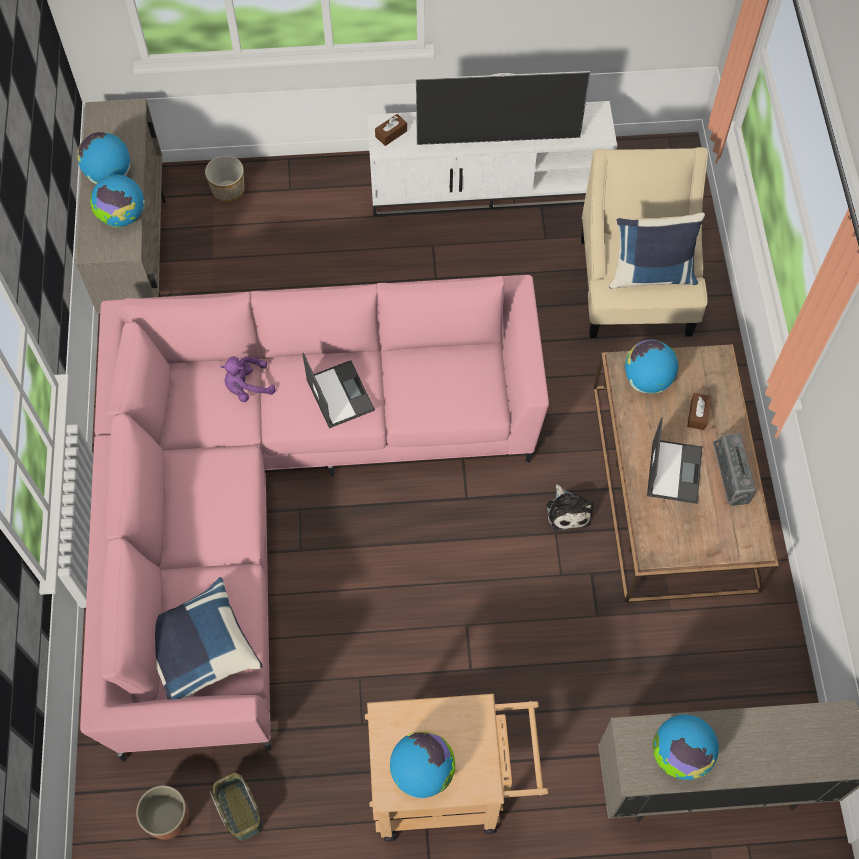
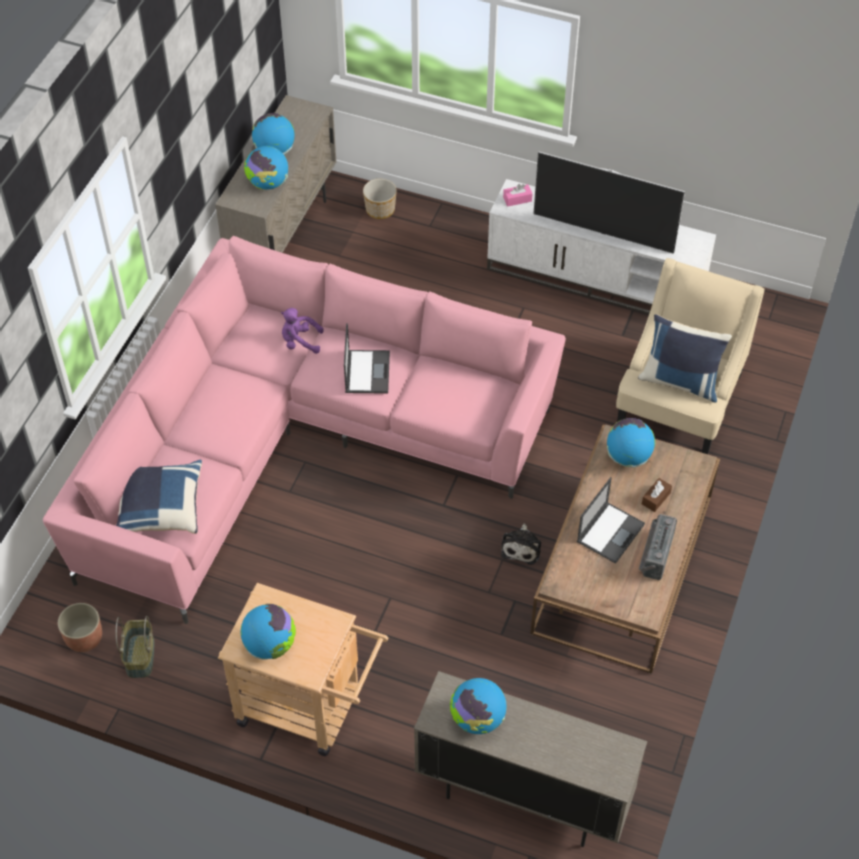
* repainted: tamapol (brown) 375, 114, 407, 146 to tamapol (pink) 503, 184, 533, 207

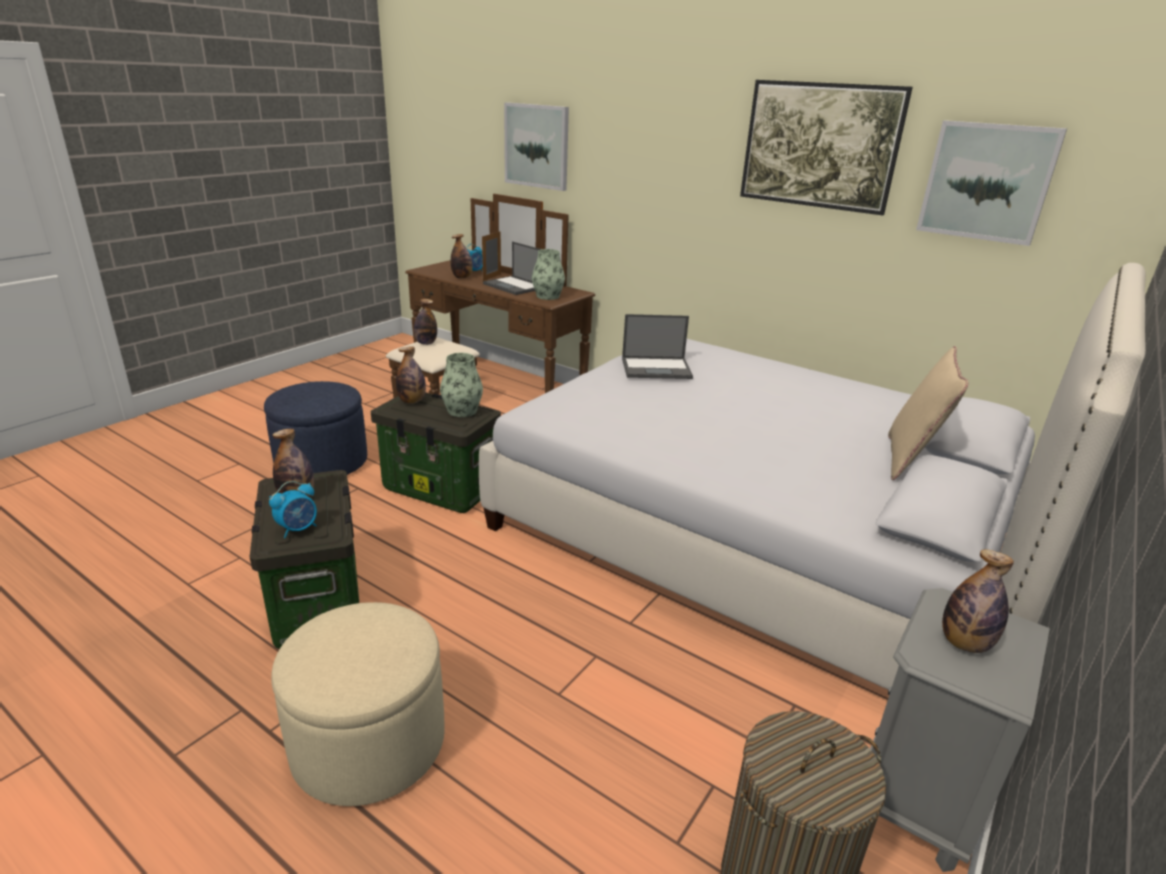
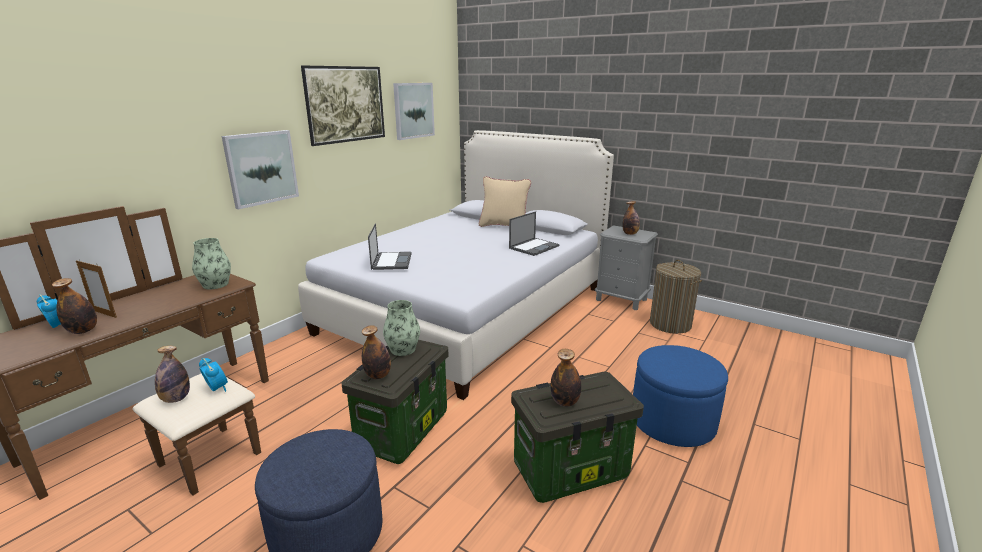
* shifted: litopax 269, 481, 317, 538 to 199, 358, 228, 392
* shifted: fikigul 483, 241, 541, 295 to 509, 211, 559, 256
* shifted: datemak 504, 102, 569, 191 to 222, 130, 299, 209
* repainted: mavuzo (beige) 271, 602, 445, 806 to mavuzo (blue) 633, 345, 728, 447

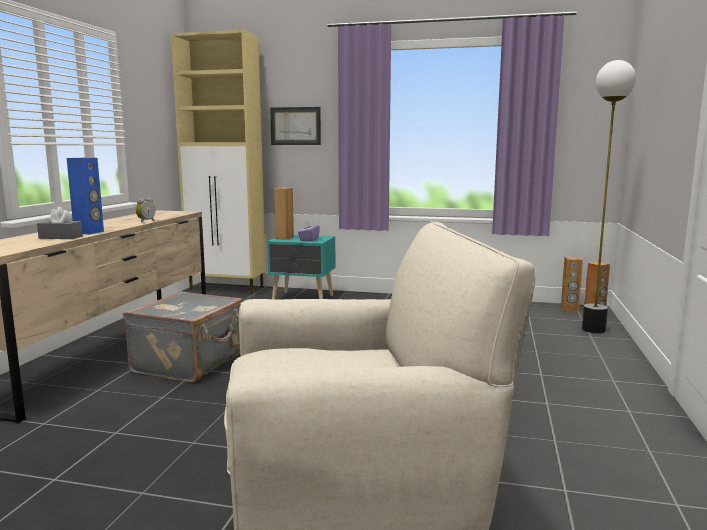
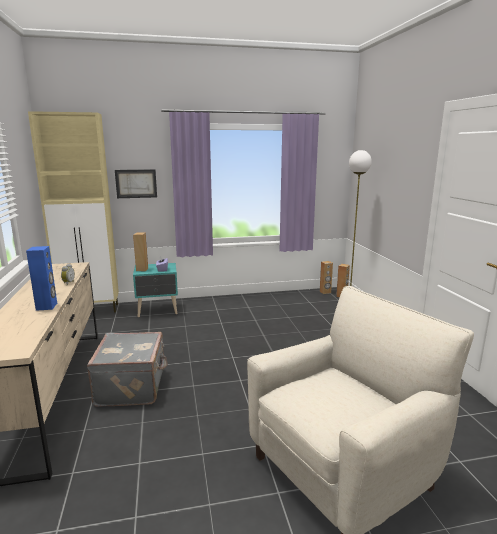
* gone: tamapol (grey) 37, 207, 83, 239

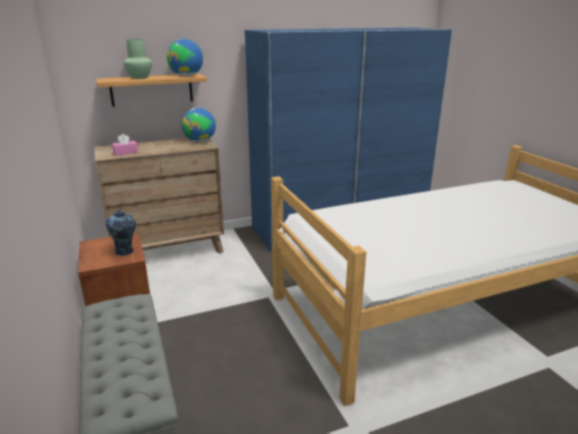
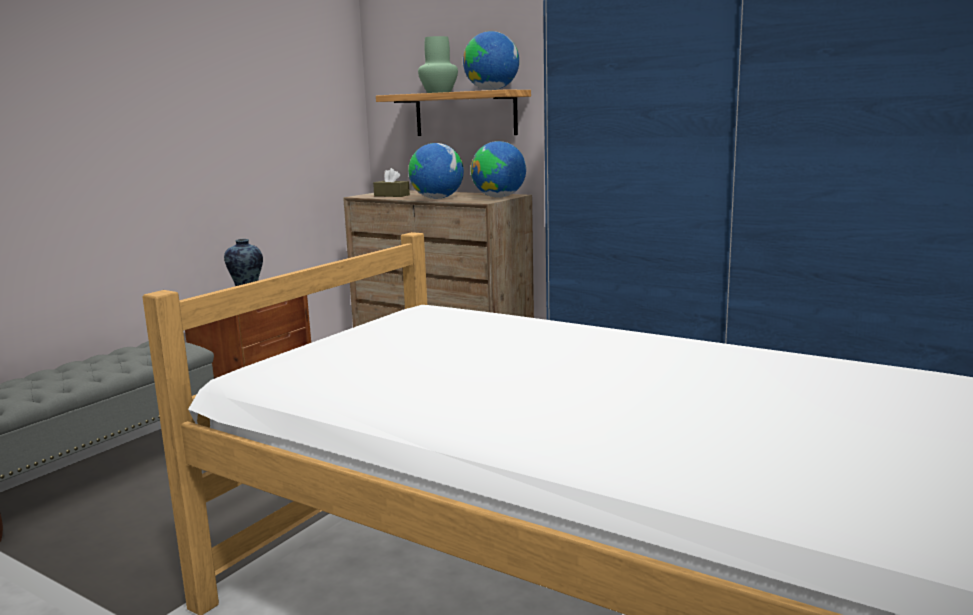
* new: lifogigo 408, 143, 464, 199
* repainted: tamapol (pink) 112, 134, 138, 155 to tamapol (brown) 373, 168, 410, 197

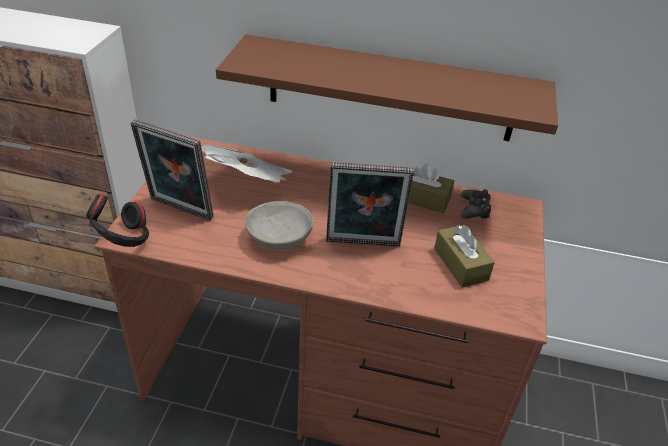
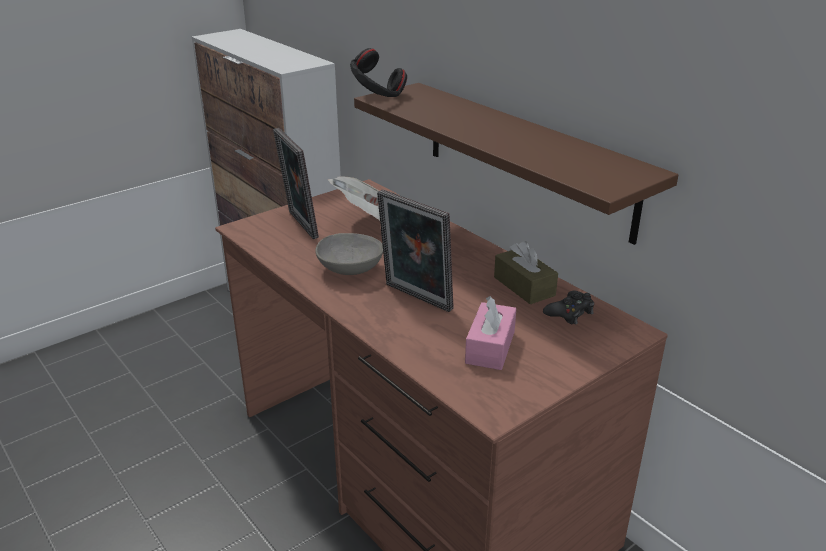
* shifted: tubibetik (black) 86, 194, 149, 247 to 350, 48, 407, 97
* repainted: tamapol (brown) 434, 225, 495, 287 to tamapol (pink) 465, 296, 516, 370

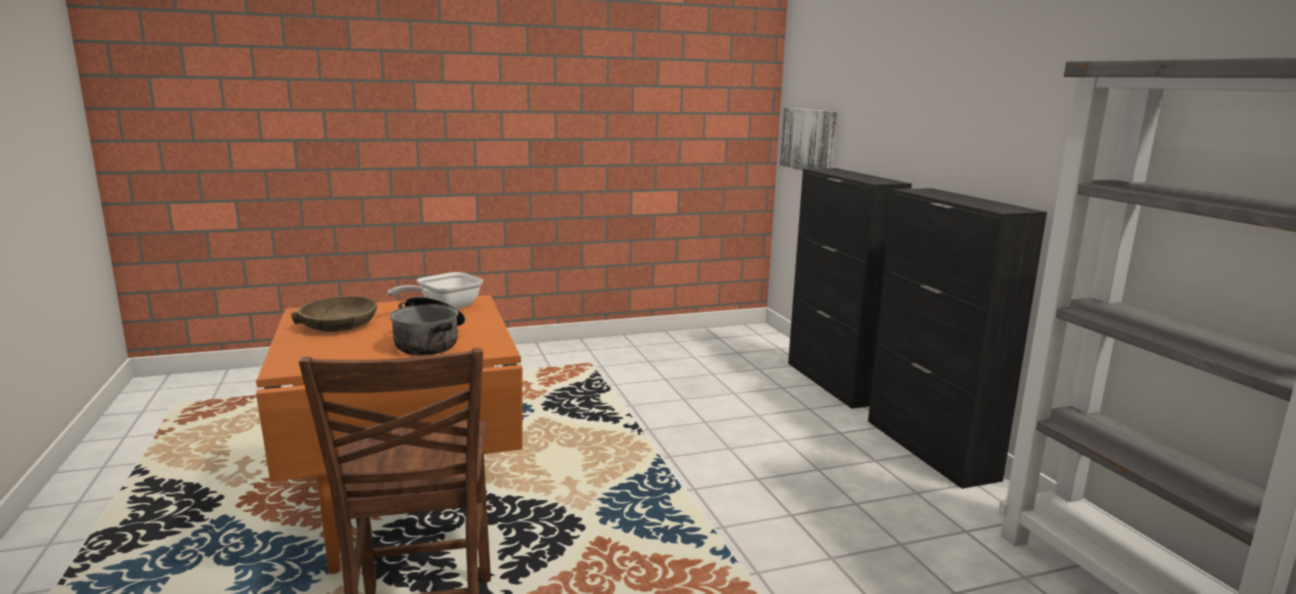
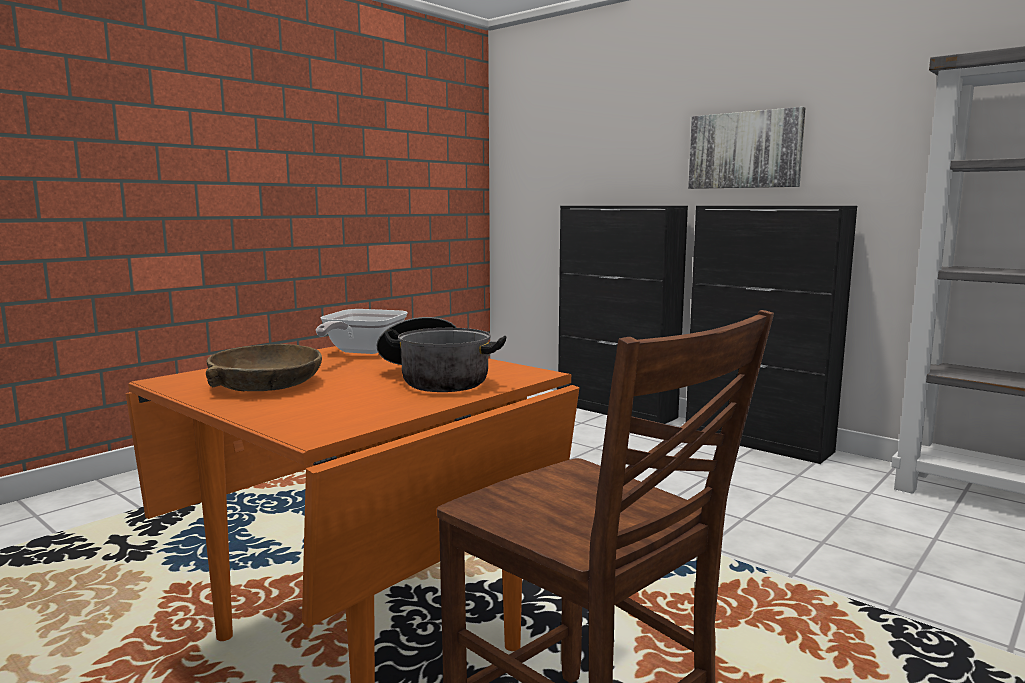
* shifted: datemak 780, 108, 837, 170 to 688, 107, 805, 189

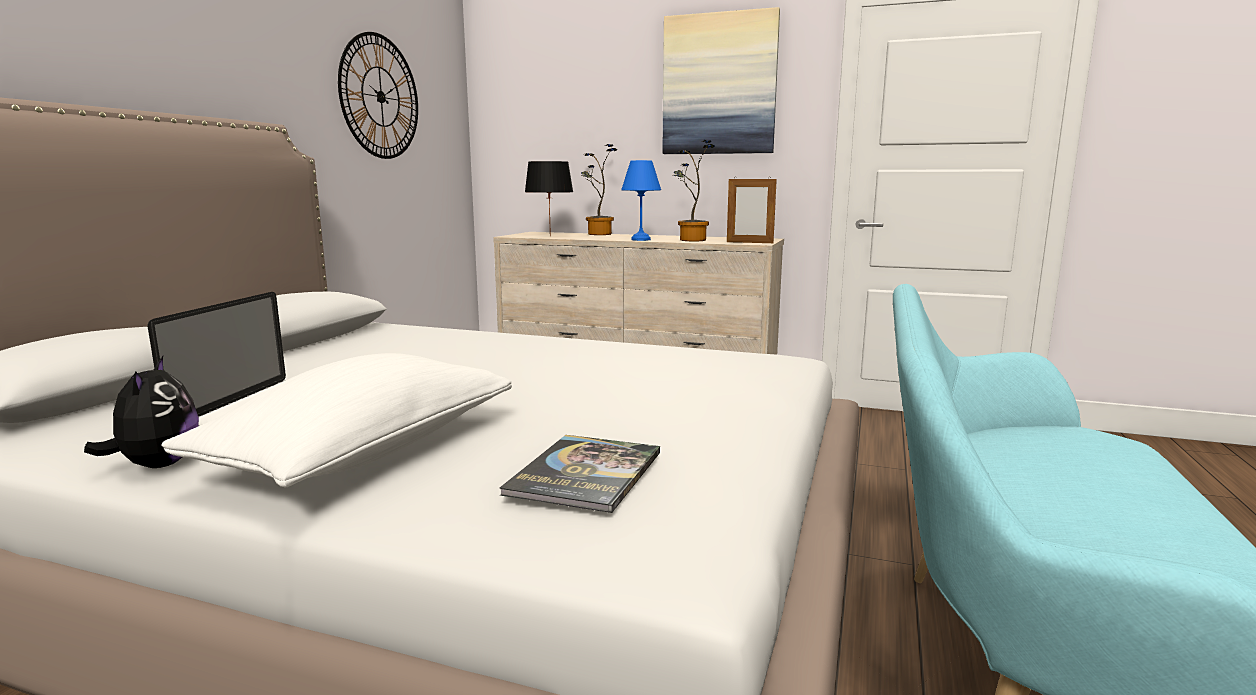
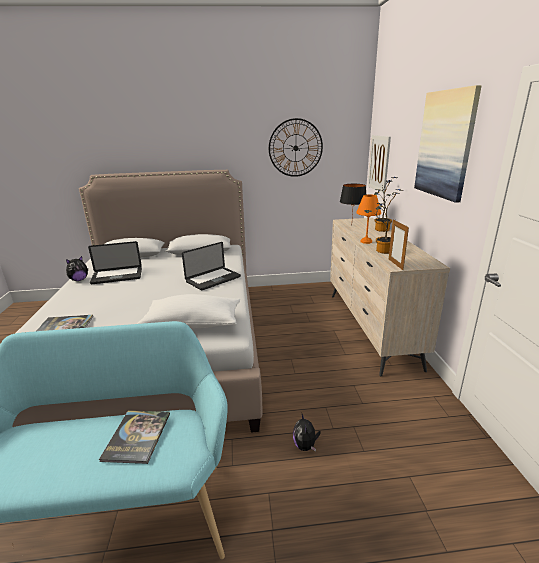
* new: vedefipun 99, 410, 170, 464
* new: fikigul 182, 242, 241, 290
* new: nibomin 293, 412, 321, 451
* new: datemak 368, 135, 391, 193
* shifted: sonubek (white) 161, 353, 512, 487 to 137, 294, 240, 329
* repainted: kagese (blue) 621, 160, 661, 241 to kagese (orange) 356, 194, 381, 244

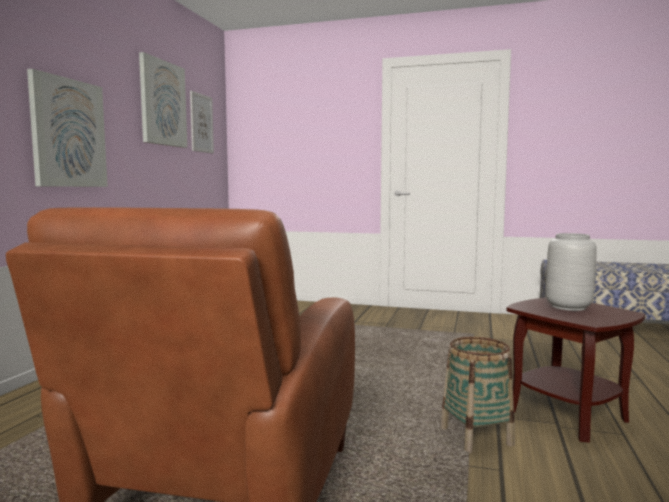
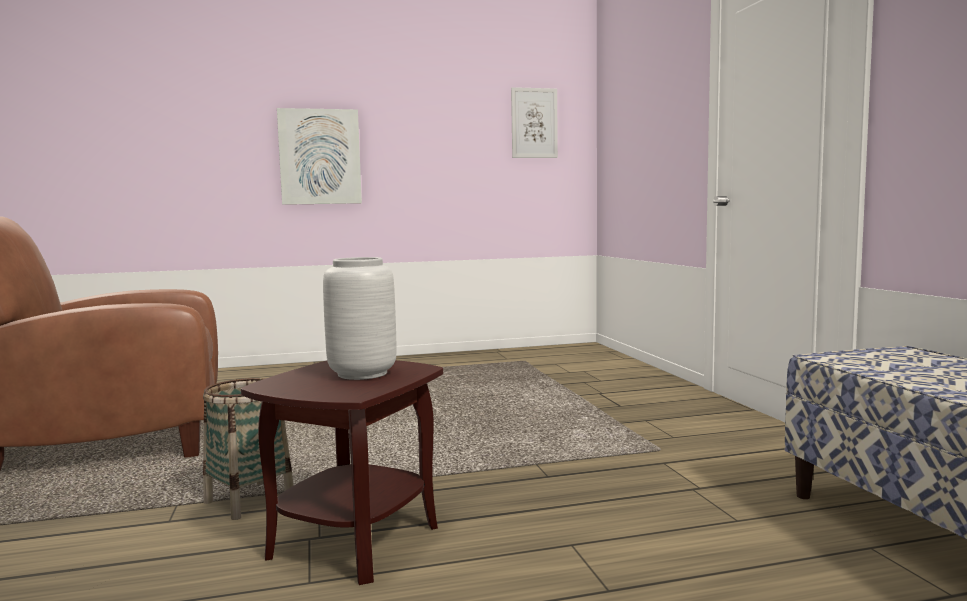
* gone: datemak 139, 52, 187, 148

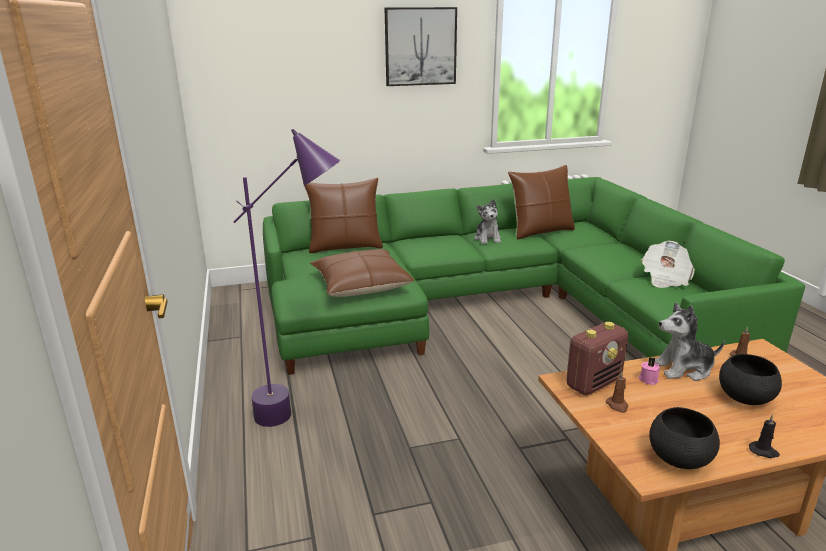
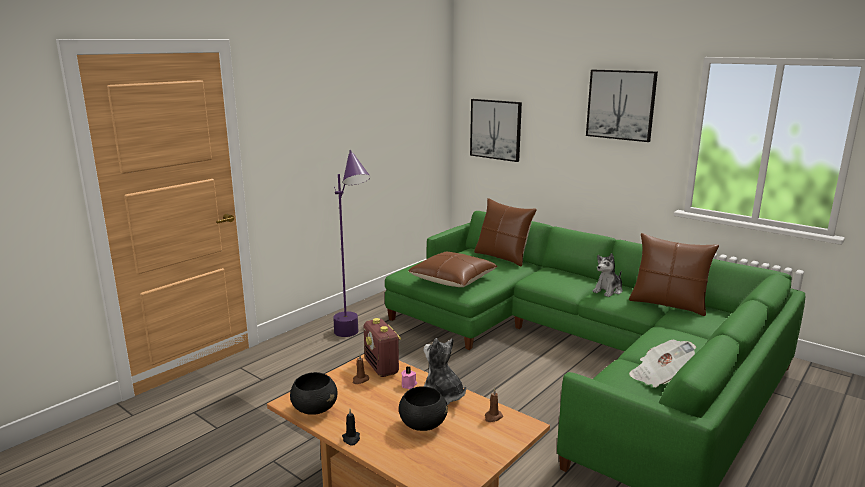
* new: datemak 470, 99, 522, 162
* rotated: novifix 566, 322, 628, 395 = 364, 318, 401, 377 45 degrees clockwise

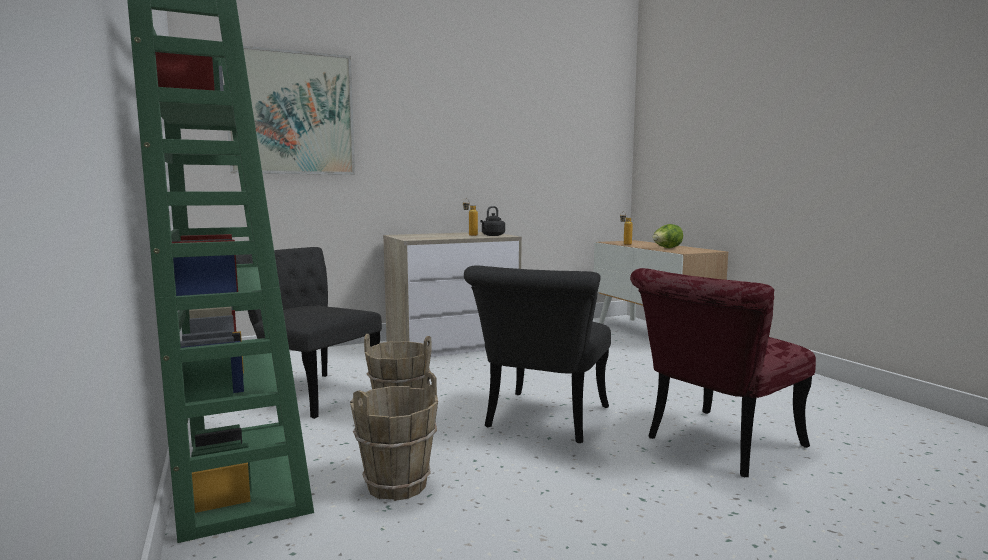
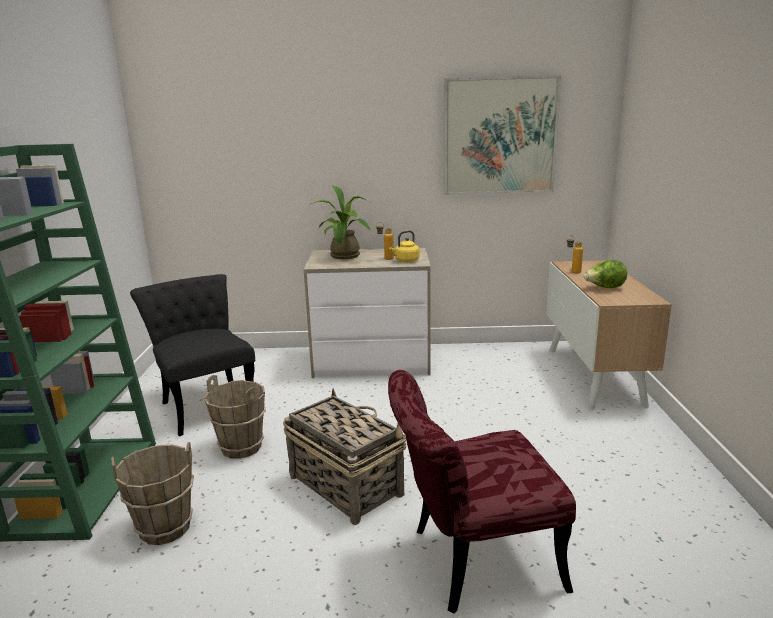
* new: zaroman 311, 185, 372, 259
* shifted: datemak 224, 46, 355, 175 to 444, 75, 561, 195
* swapped: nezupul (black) 464, 266, 611, 443 to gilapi 283, 388, 406, 525
* repainted: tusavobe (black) 480, 206, 505, 236 to tusavobe (yellow) 389, 230, 420, 262

